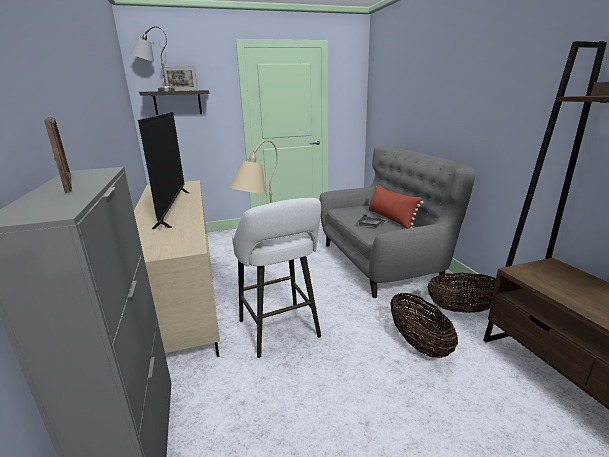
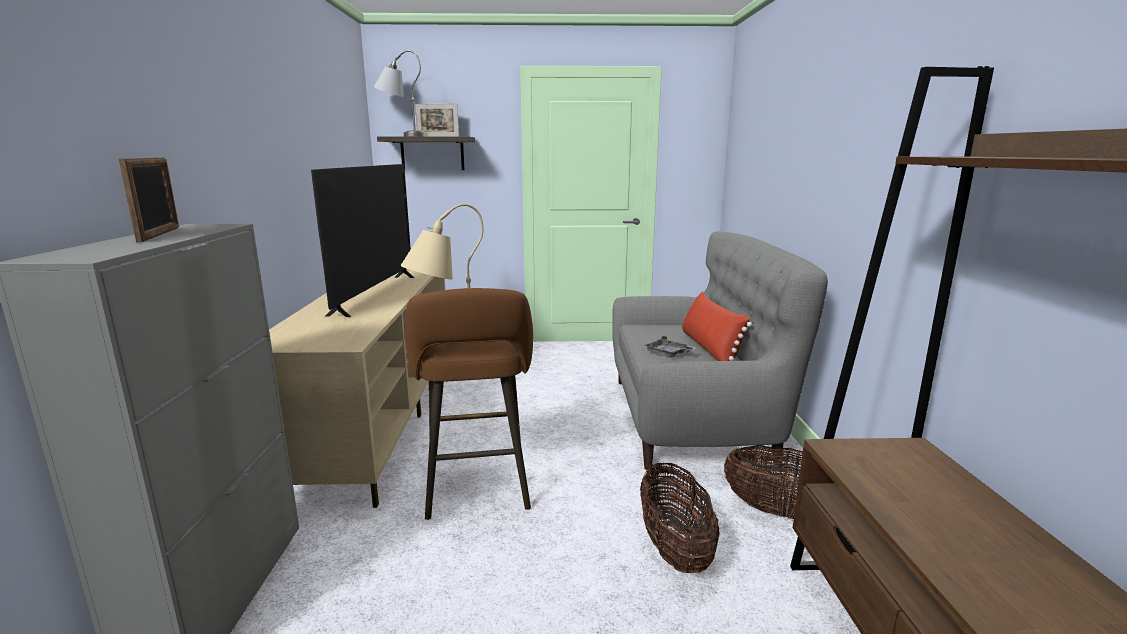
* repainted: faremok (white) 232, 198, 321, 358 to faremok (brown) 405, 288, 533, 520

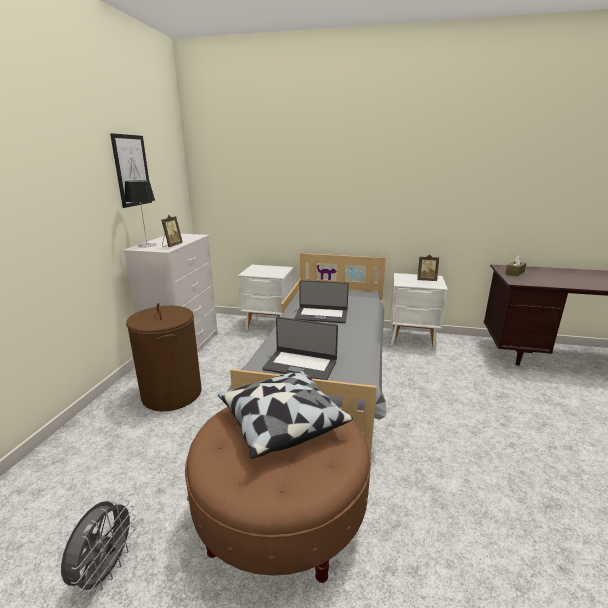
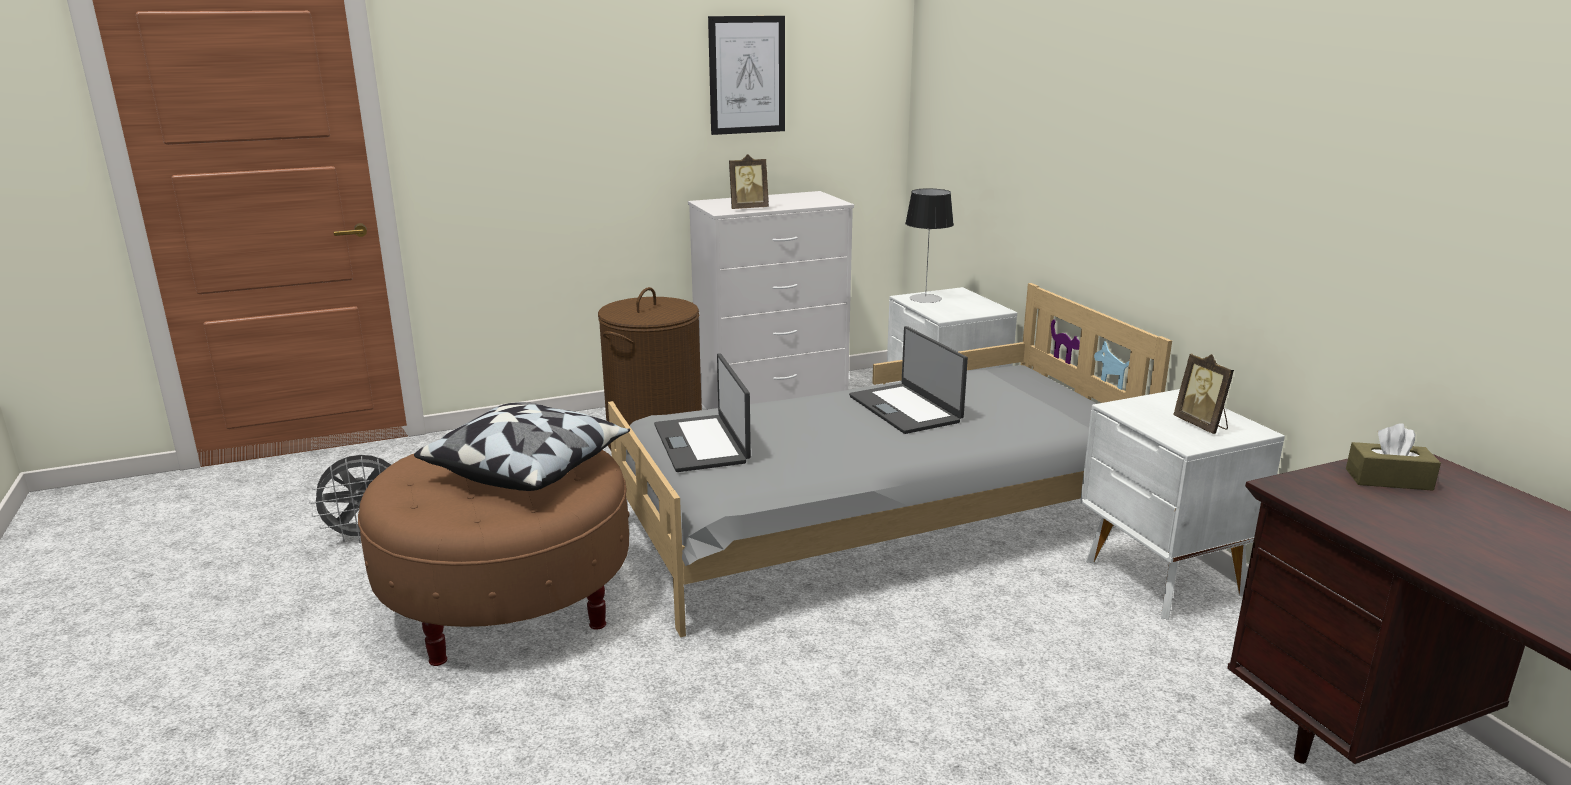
* shifted: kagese 125, 180, 157, 248 to 905, 188, 954, 303

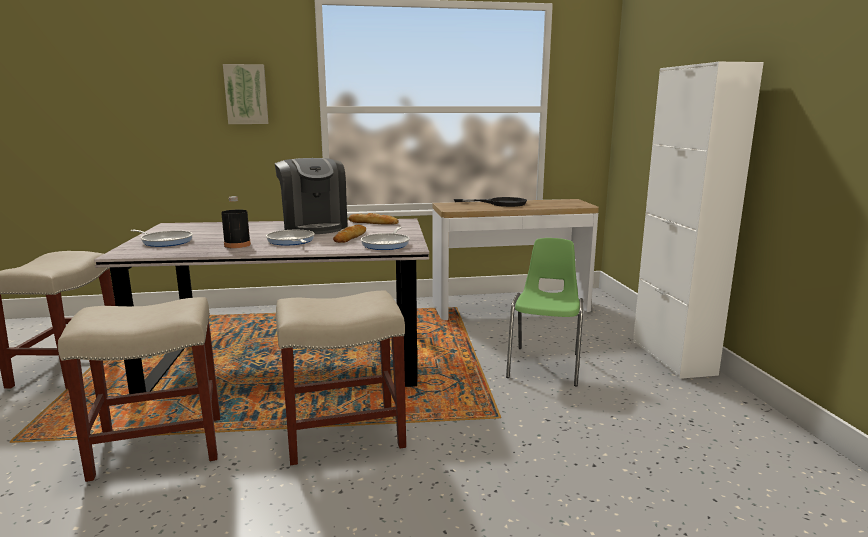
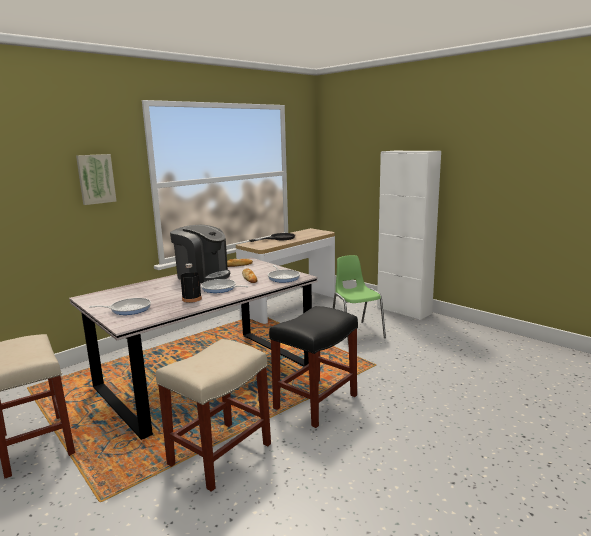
* repainted: faremok (beige) 276, 290, 406, 465 to faremok (black) 269, 306, 358, 428

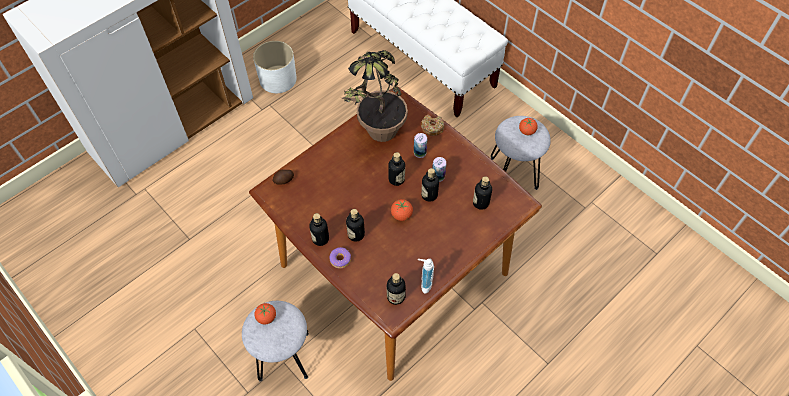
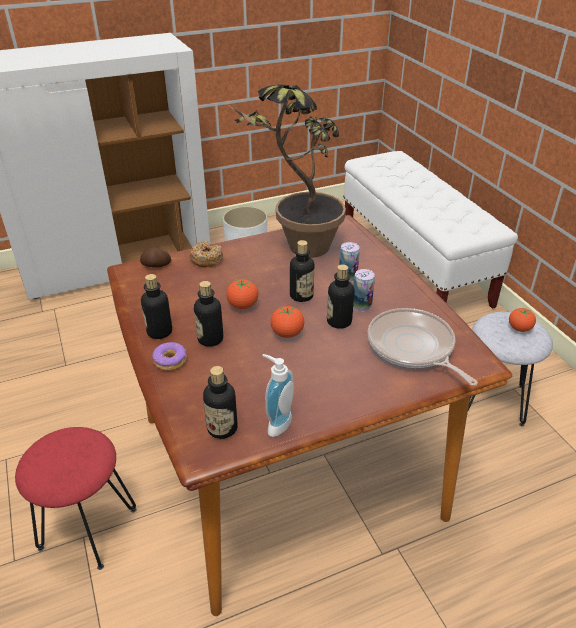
* shifted: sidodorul 254, 303, 276, 325 to 226, 279, 258, 309
* shifted: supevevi 421, 114, 444, 136 to 189, 241, 223, 267
* swapped: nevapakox 473, 176, 492, 210 to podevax 368, 308, 478, 386
* repainted: faremok (grey) 242, 301, 309, 381 to faremok (red) 15, 427, 137, 570

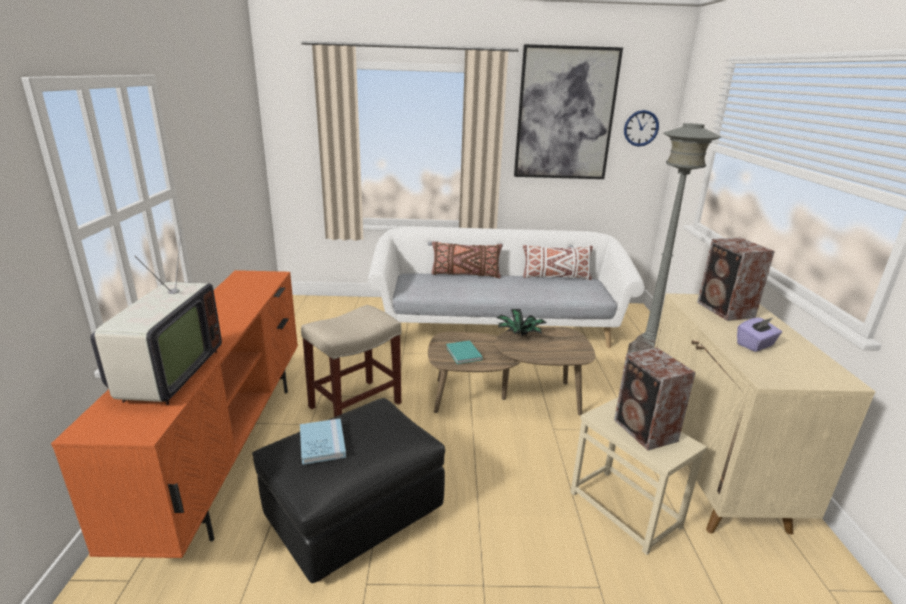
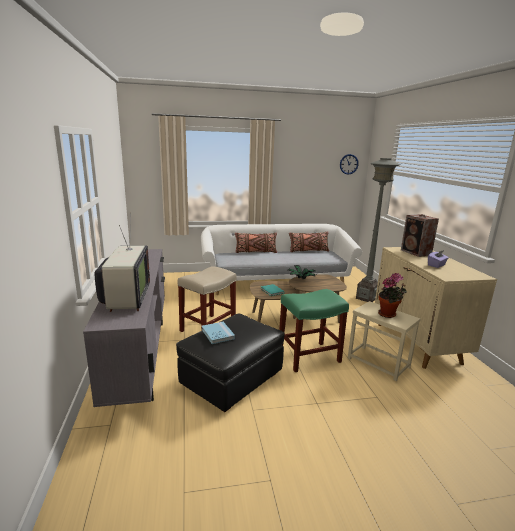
* gone: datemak 514, 44, 623, 179
* new: faremok (green) 279, 289, 349, 372
* swapped: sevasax 614, 347, 696, 450 to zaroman 378, 273, 407, 318
* repainted: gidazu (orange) 51, 270, 298, 558 to gidazu (grey) 83, 249, 165, 407
* repainted: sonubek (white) 523, 245, 593, 280 to sonubek (brown) 289, 232, 329, 252

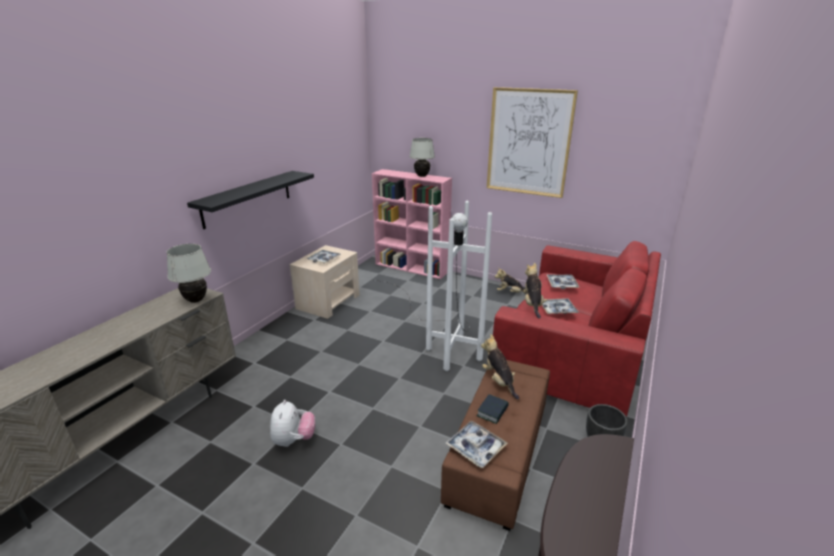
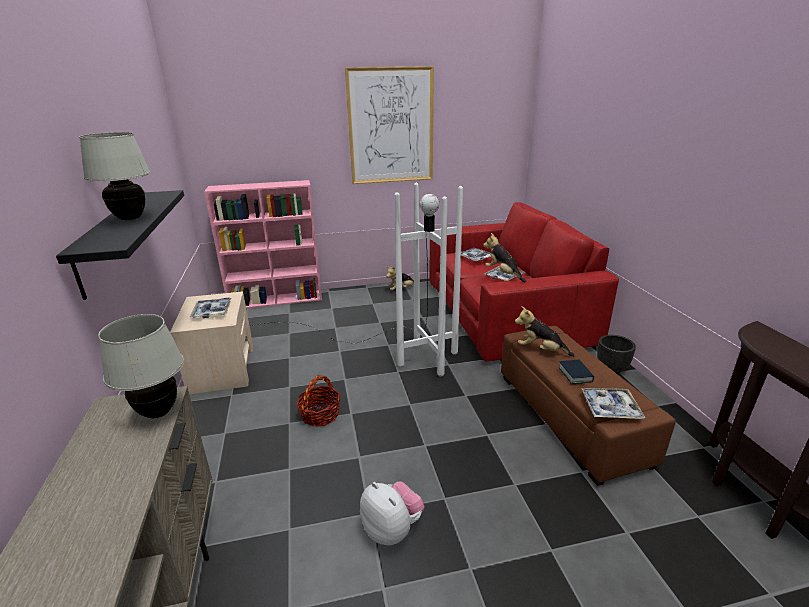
* new: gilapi 297, 375, 340, 427
* shifted: kagese (white) 409, 138, 435, 177 to 79, 132, 151, 220

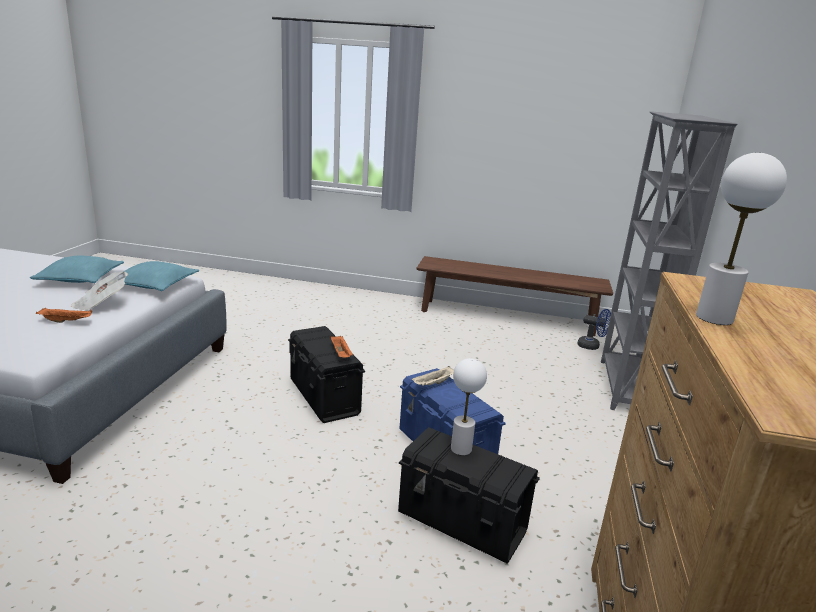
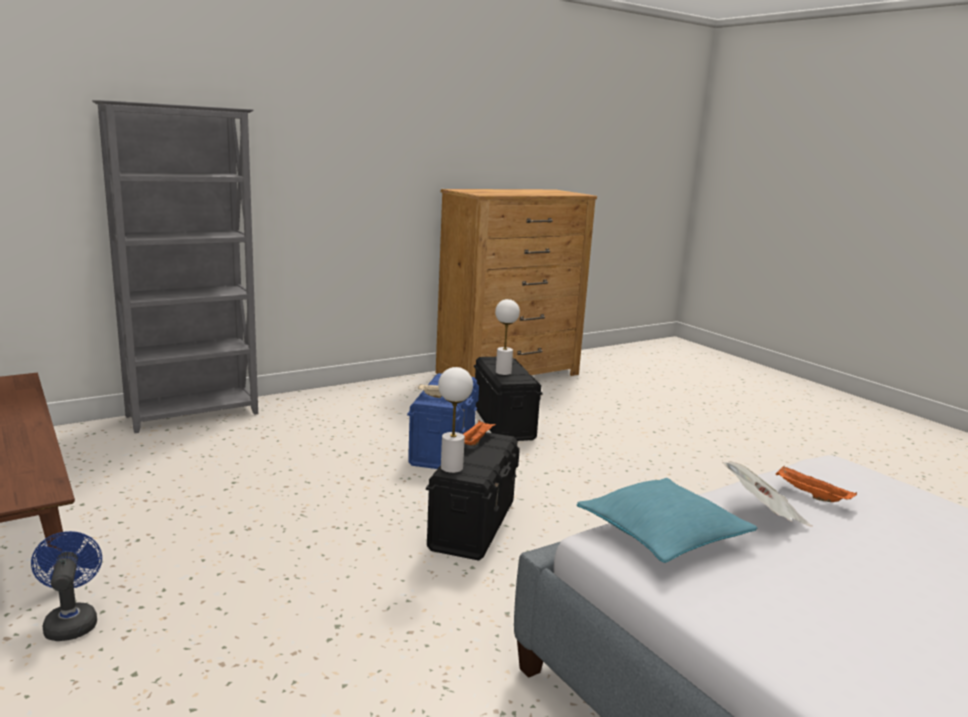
* gone: sonubek (turquoise) 30, 256, 124, 283
* shifted: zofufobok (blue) 577, 309, 611, 350 to 31, 531, 102, 641
* shifted: kagese (white) 696, 153, 787, 325 to 438, 367, 473, 473

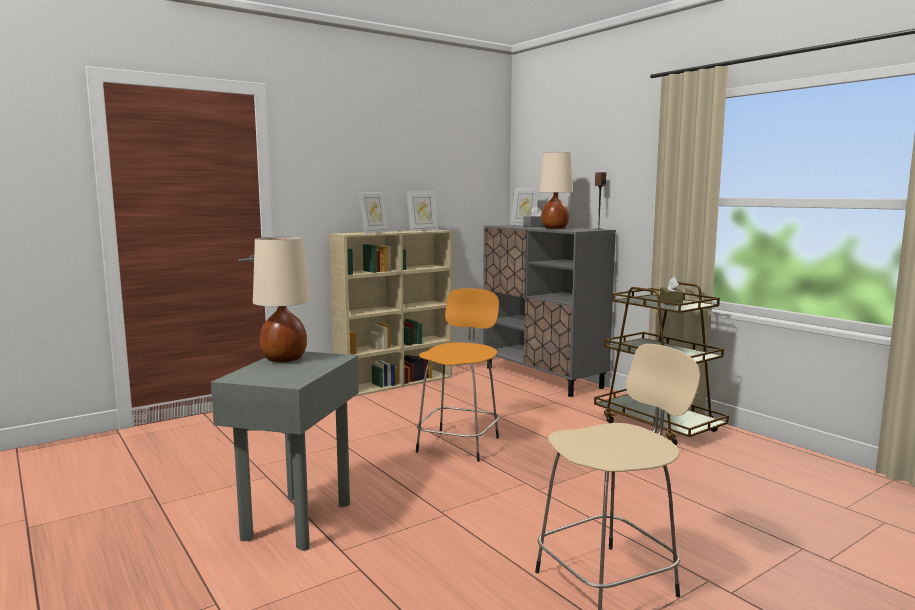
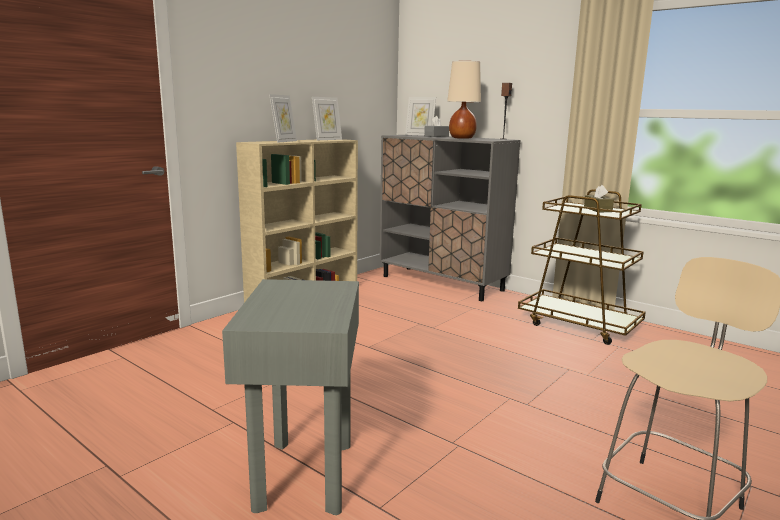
* gone: kagese (beige) 253, 237, 310, 362
* gone: faremok (orange) 416, 288, 499, 462

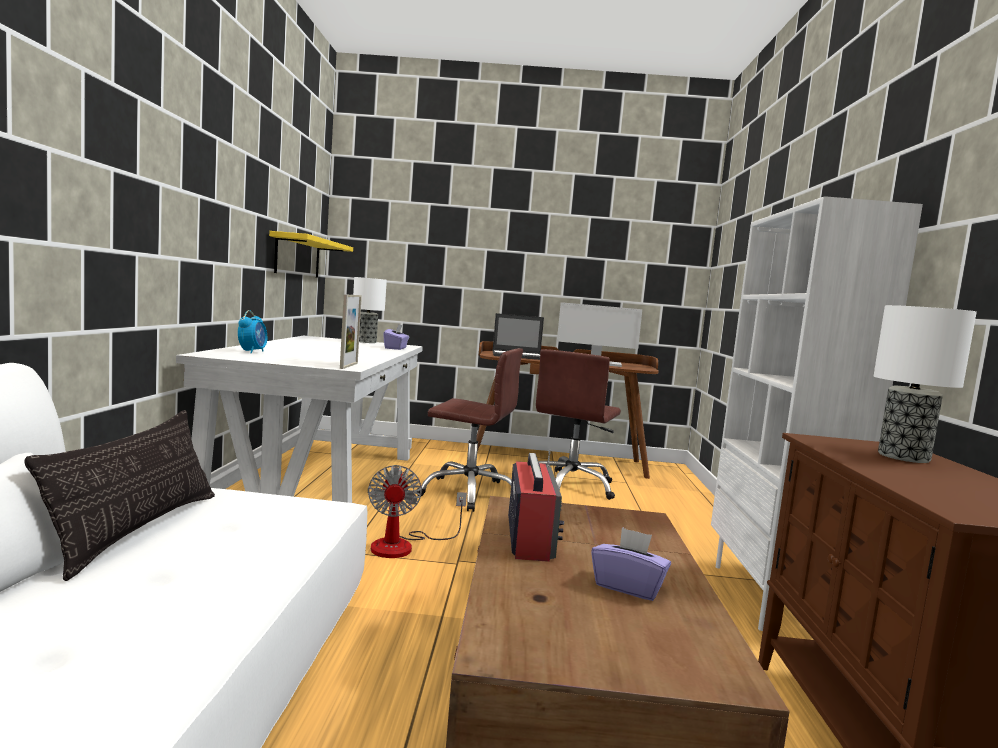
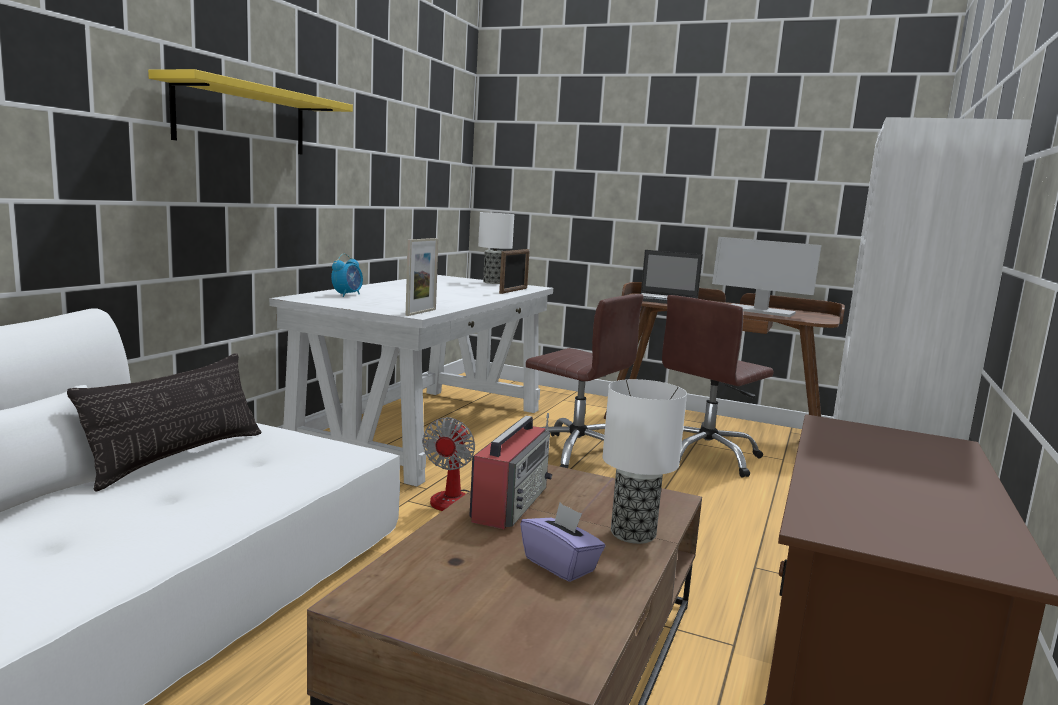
* shifted: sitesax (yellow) 269, 231, 353, 278 to 148, 69, 353, 155
* shifted: kagese 874, 305, 977, 463 to 603, 379, 687, 544
* swapped: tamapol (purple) 383, 325, 409, 350 to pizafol 499, 249, 530, 294

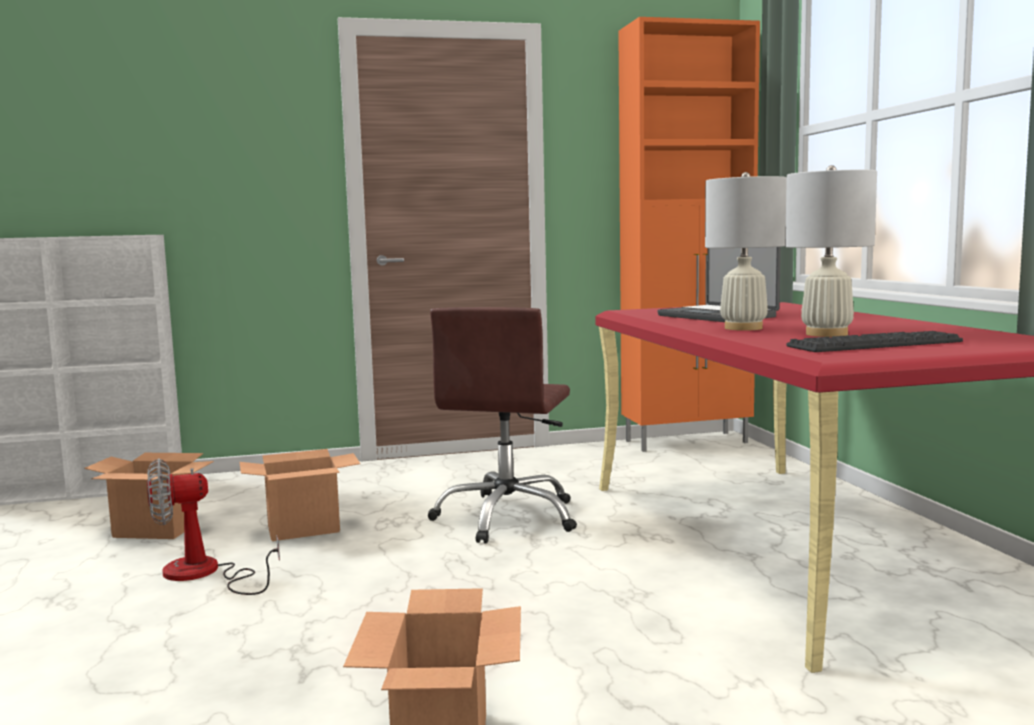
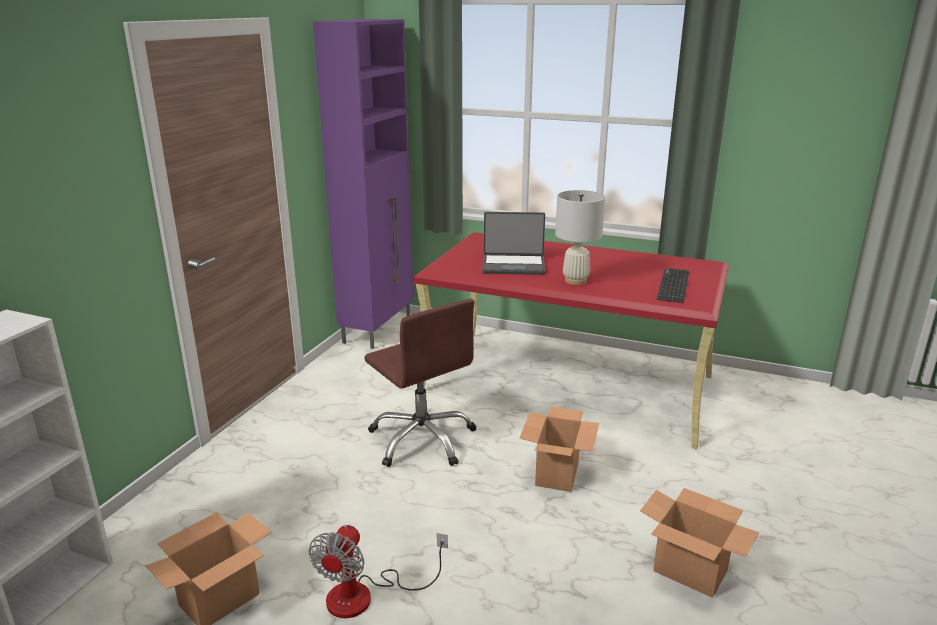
* gone: kagese (white) 785, 165, 877, 337
* shifted: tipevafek 239, 449, 360, 541 to 519, 406, 599, 492
* repainted: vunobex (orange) 618, 17, 760, 452 to vunobex (purple) 313, 19, 414, 349

